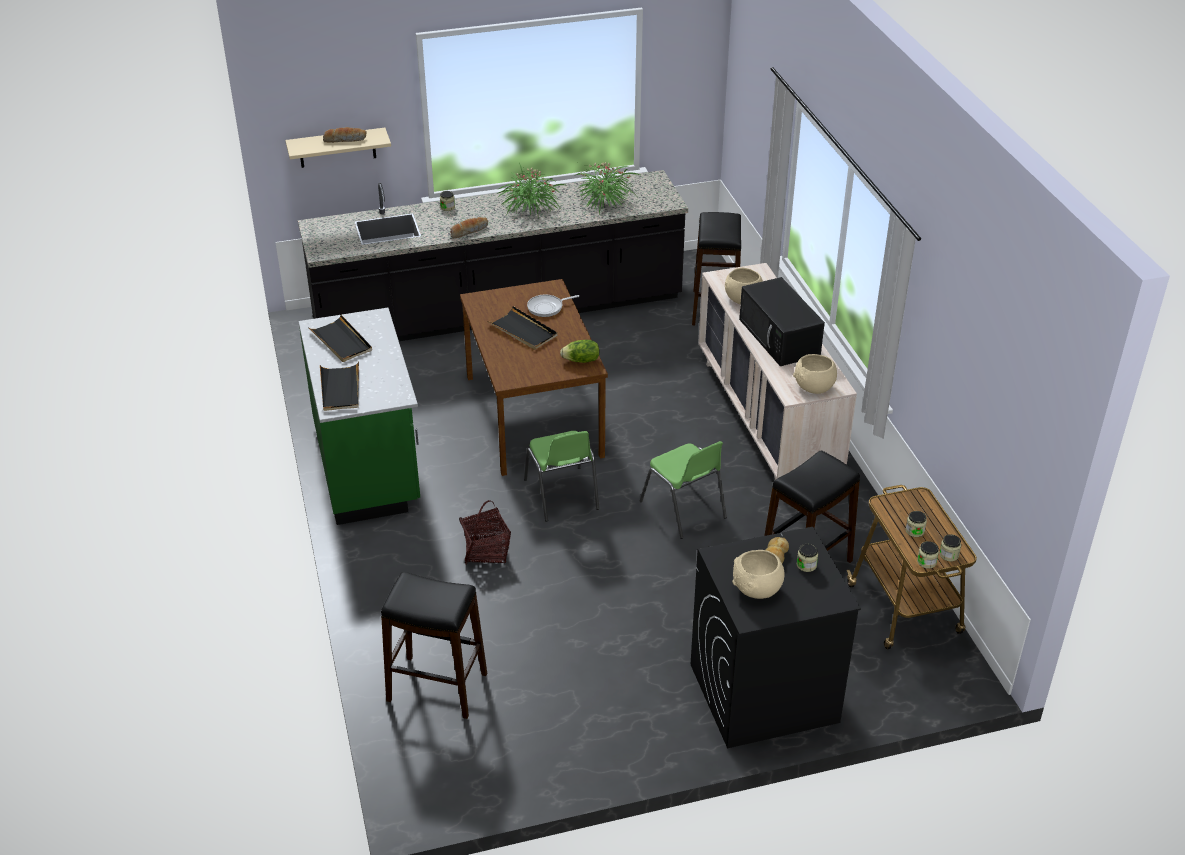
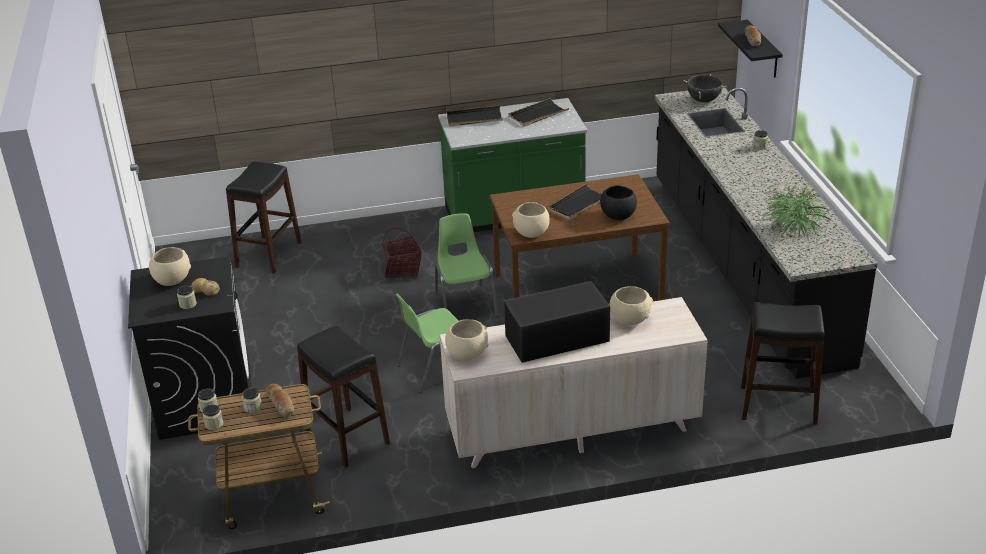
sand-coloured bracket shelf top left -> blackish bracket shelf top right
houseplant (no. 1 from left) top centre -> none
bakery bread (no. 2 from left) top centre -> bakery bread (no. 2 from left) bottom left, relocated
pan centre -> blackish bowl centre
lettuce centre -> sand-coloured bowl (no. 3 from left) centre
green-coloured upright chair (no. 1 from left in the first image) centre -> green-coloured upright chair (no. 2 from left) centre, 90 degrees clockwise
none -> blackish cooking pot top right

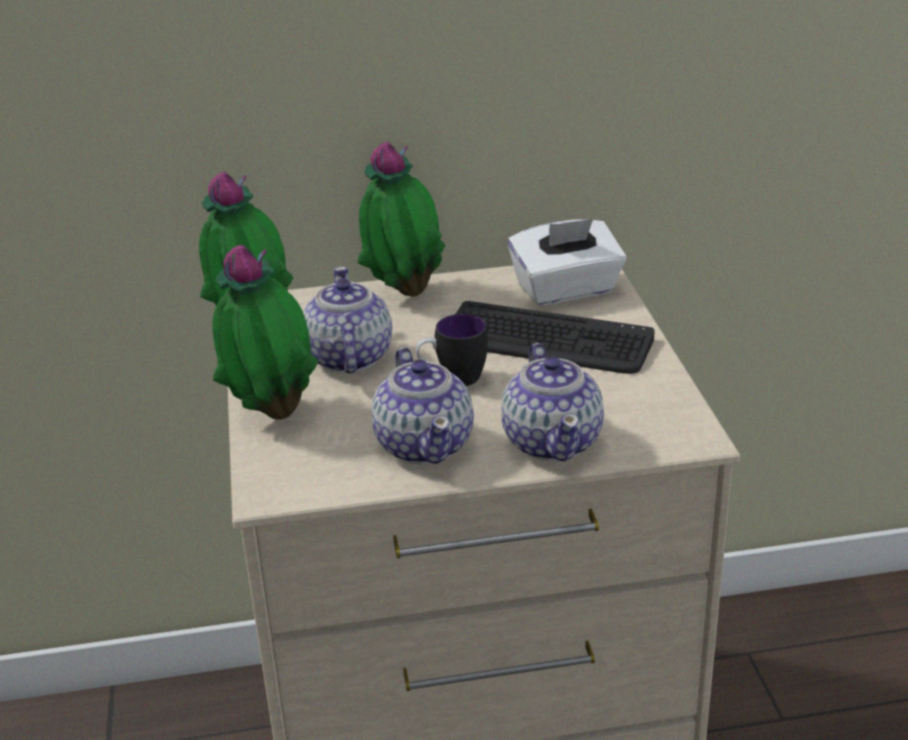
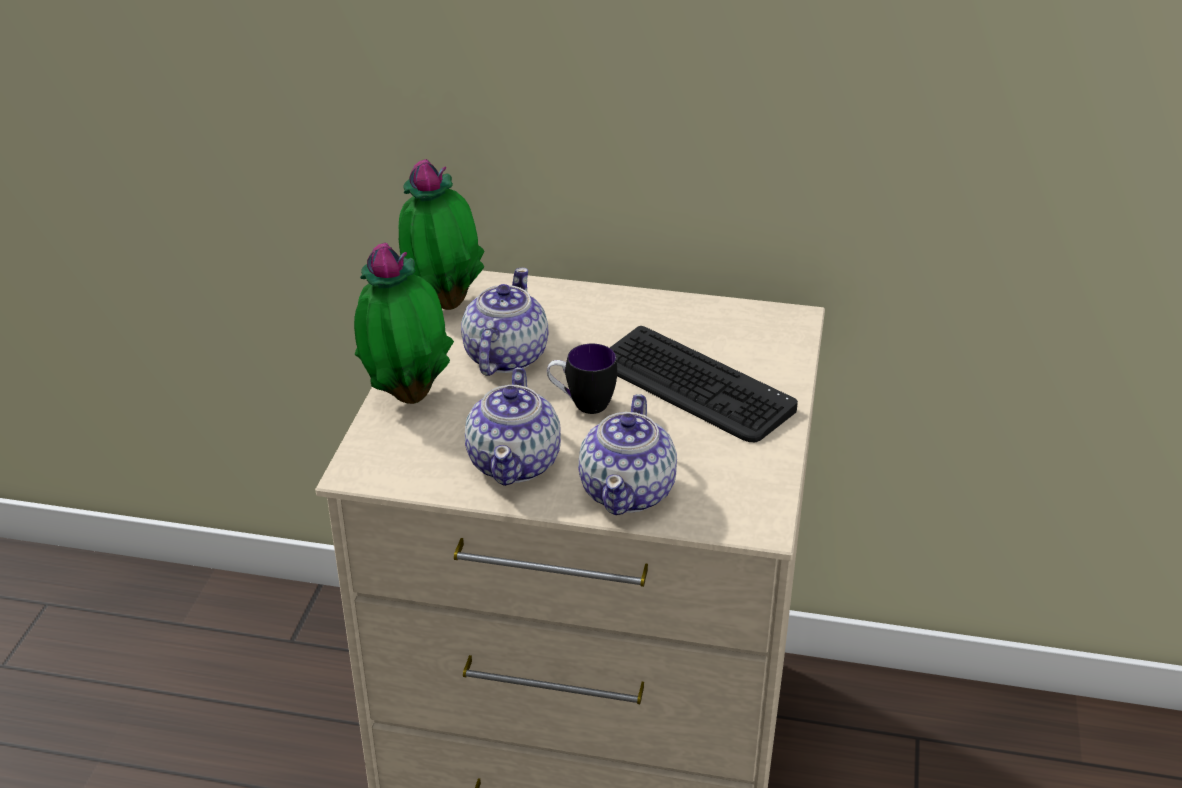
houseplant (no. 3 from left) top centre -> none
whitish tissue box centre -> none

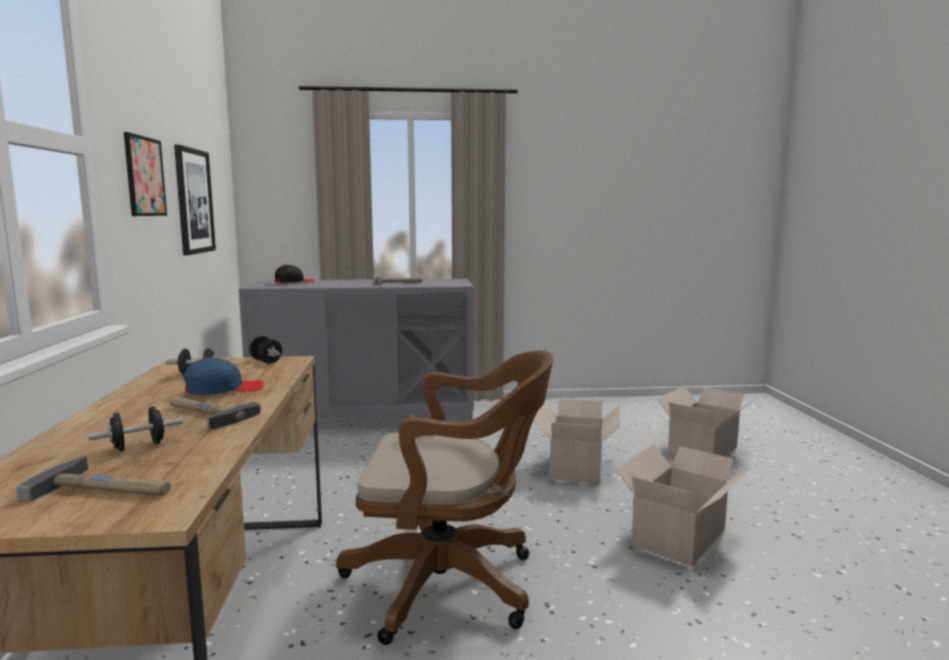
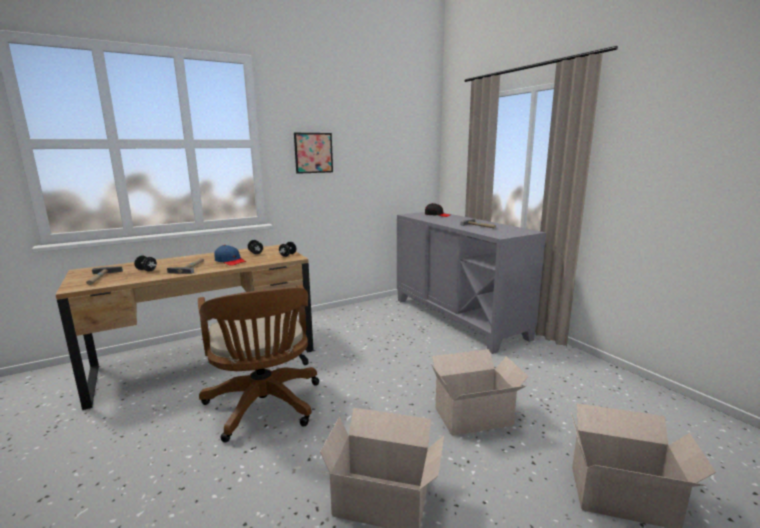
wall art (no. 2 from left) top left -> none

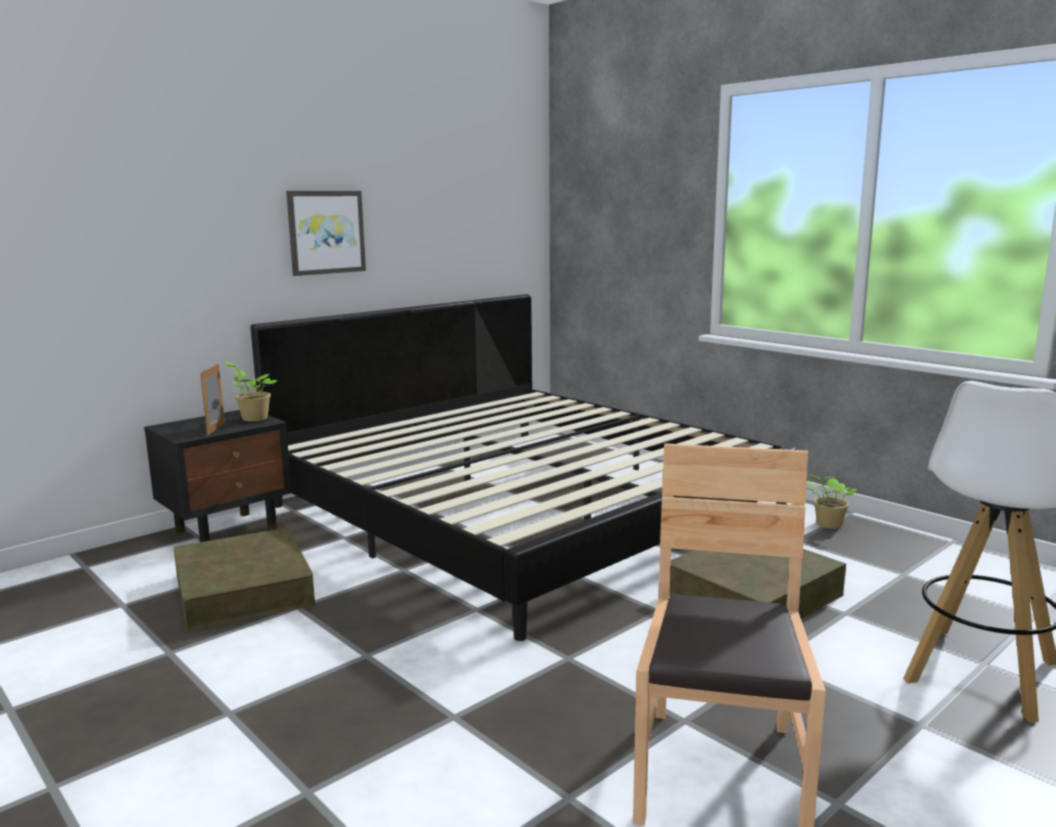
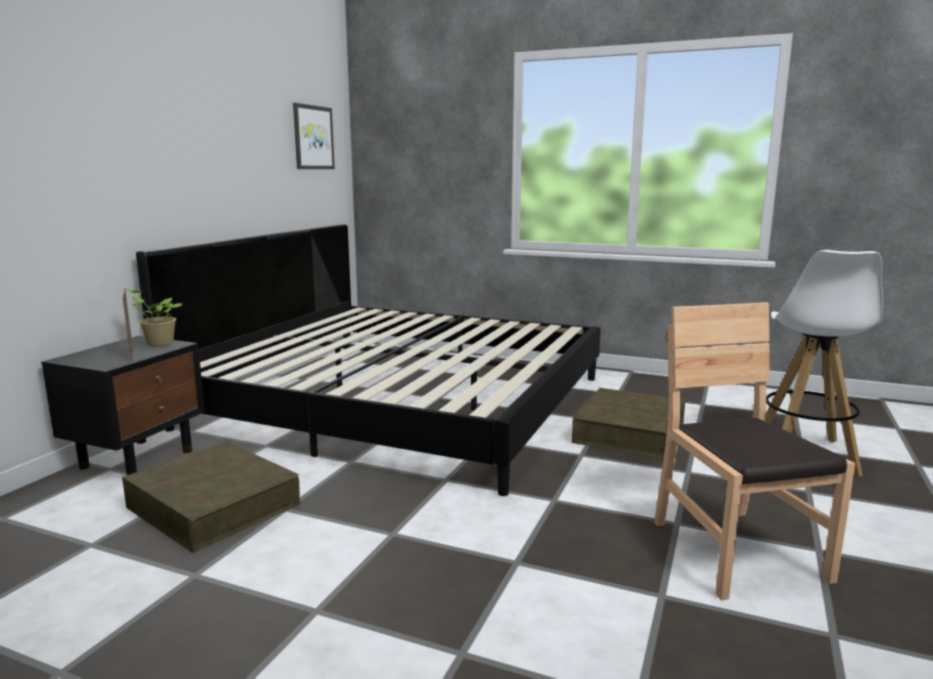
wall art top left -> wall art top centre, relocated
houseplant (no. 2 from left) middle right -> none

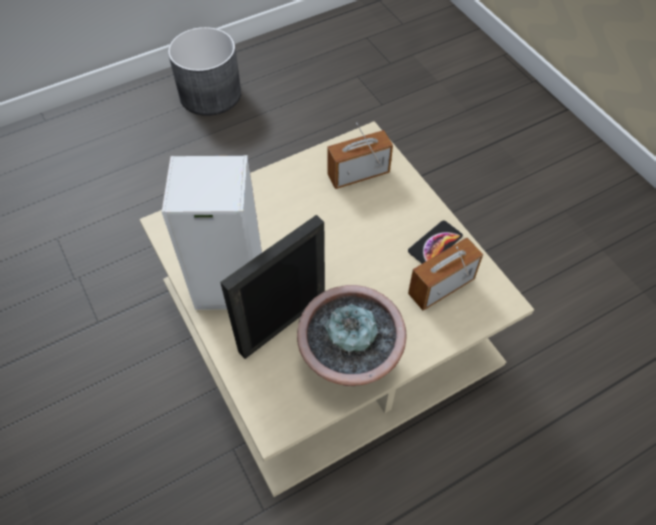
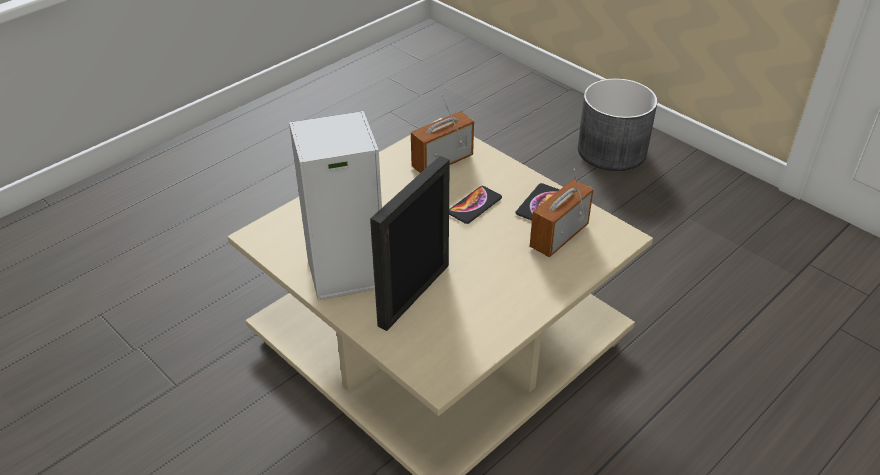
greyish planter top left -> greyish planter top right, relocated
houseplant centre -> none
none -> phone (no. 1 from left) centre

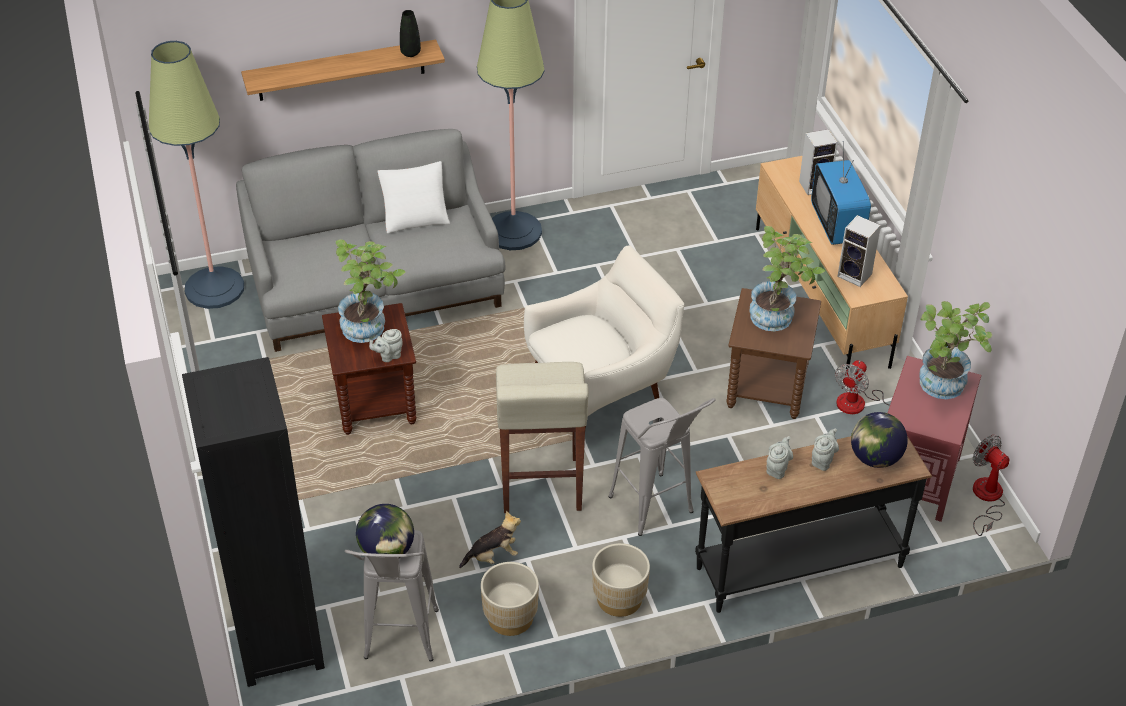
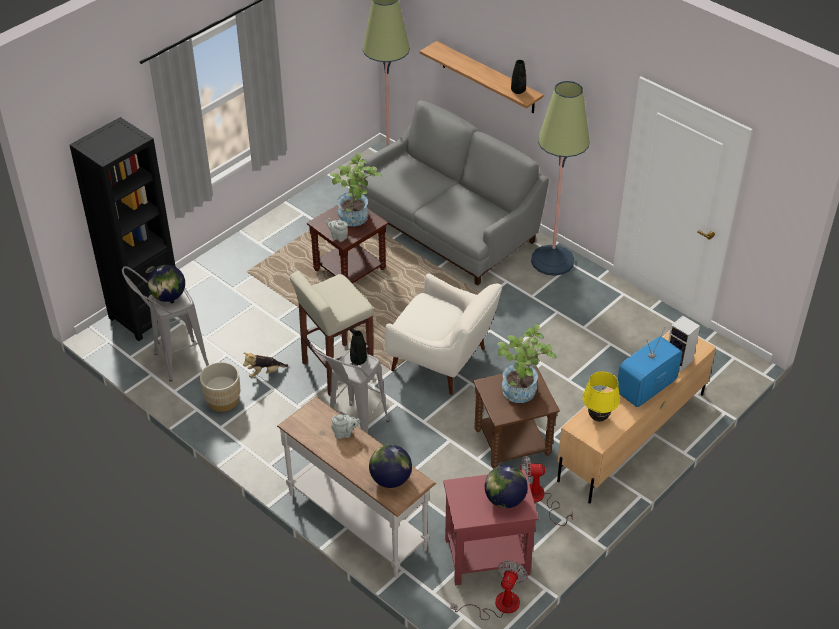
whitish throw pillow top centre -> none
speaker (no. 2 from left) middle right -> yellow-coloured table lamp middle right
houseplant (no. 3 from left) middle right -> globe (no. 3 from left) bottom centre
greyish tea pot (no. 3 from left) middle right -> none
blackish narrow table bottom right -> whitish narrow table bottom centre
plush toy bottom centre -> plush toy middle left, 120 degrees clockwise
sand-coloured planter (no. 2 from left) bottom centre -> none
none -> blackish flower vase (no. 1 from left) centre

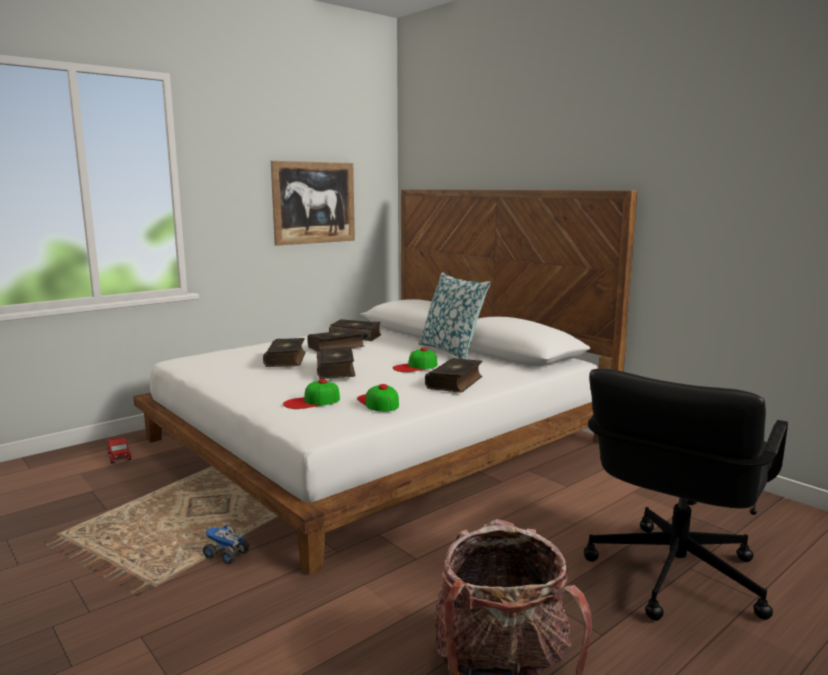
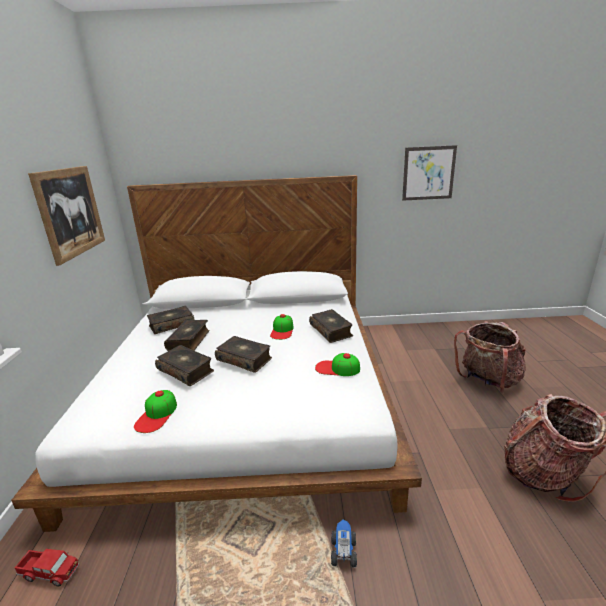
throw pillow centre -> none
blackish desk chair bottom right -> rucksack (no. 1 from left) middle right
peaked cap (no. 1 from left) centre -> peaked cap (no. 1 from left) bottom left, relocated
toy truck (no. 2 from left) bottom left -> toy truck (no. 2 from left) bottom centre, 120 degrees clockwise
none -> wall art (no. 2 from left) top right

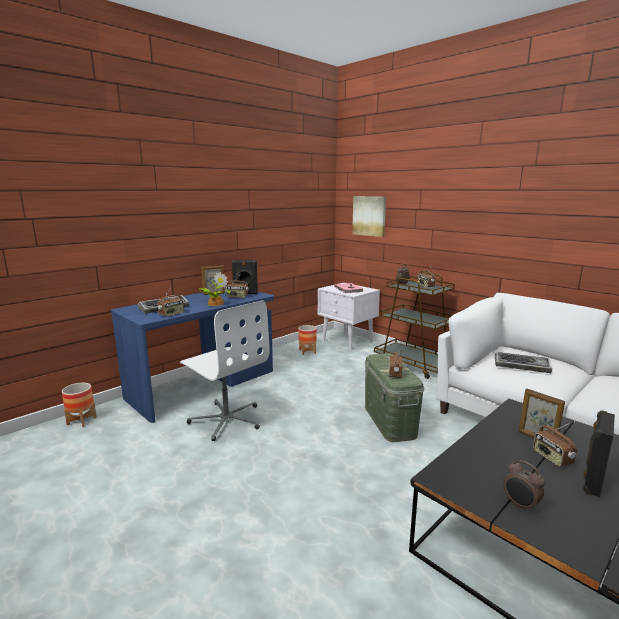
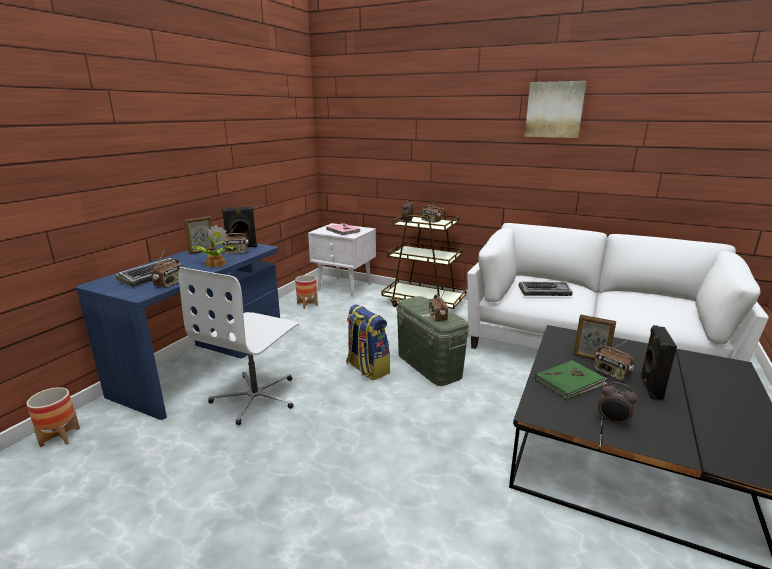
wall art centre -> wall art top right, relocated
whitish desk chair centre -> whitish desk chair middle left, 90 degrees clockwise
none -> rucksack centre
none -> green-coloured volume bottom right

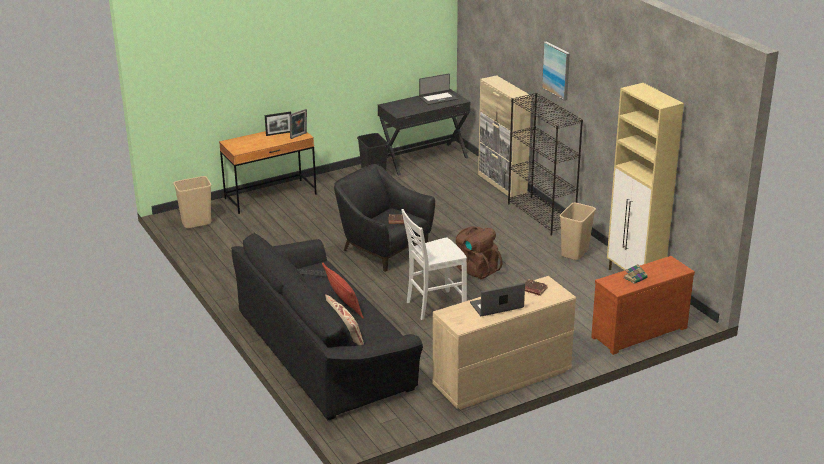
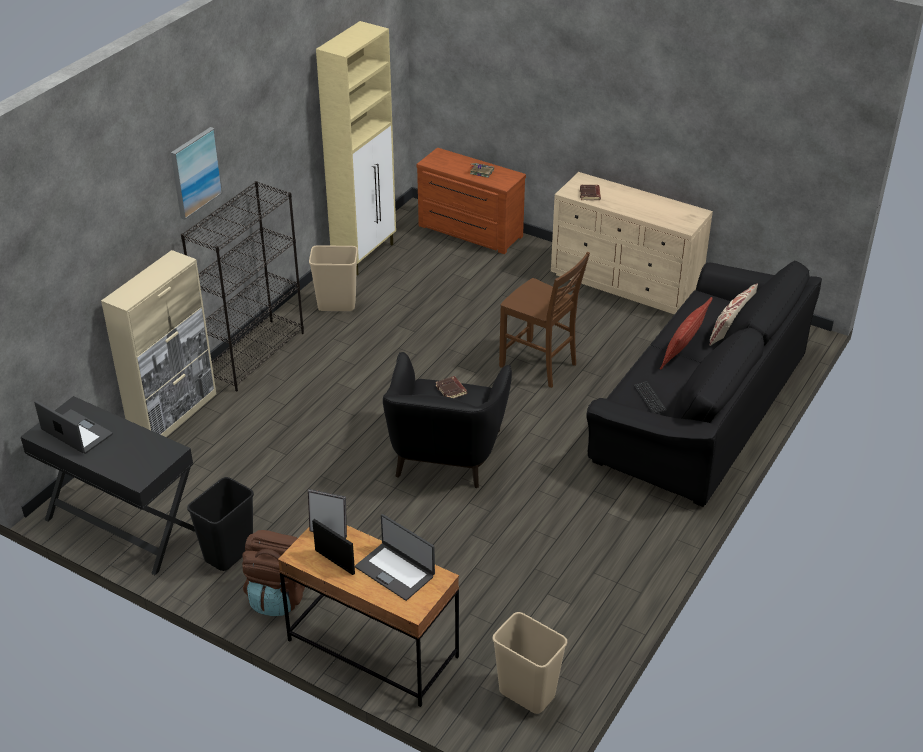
whitish upright chair centre -> brown-coloured upright chair centre
brown-coloured rucksack centre -> brown-coloured rucksack bottom left, relocated
portable computer (no. 2 from left) centre -> portable computer (no. 2 from left) bottom centre, relocated

